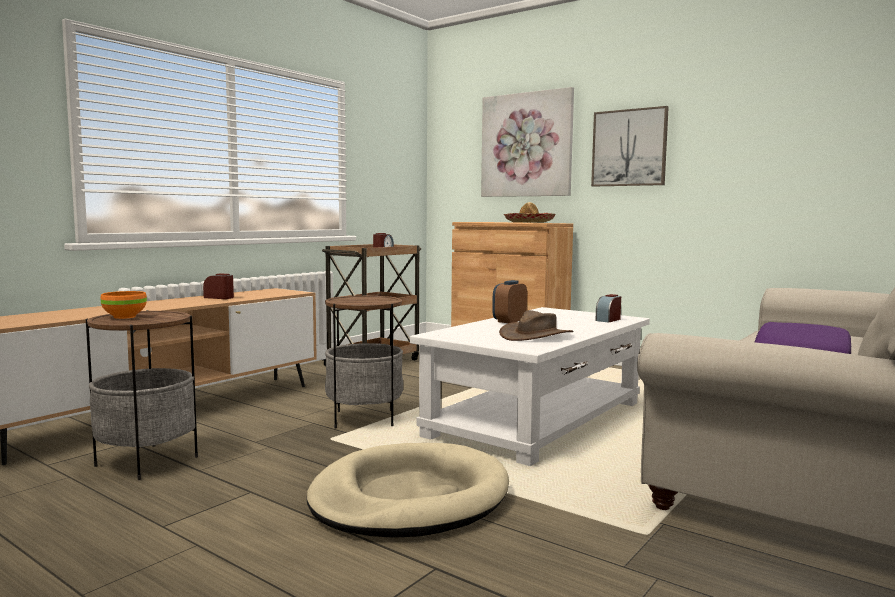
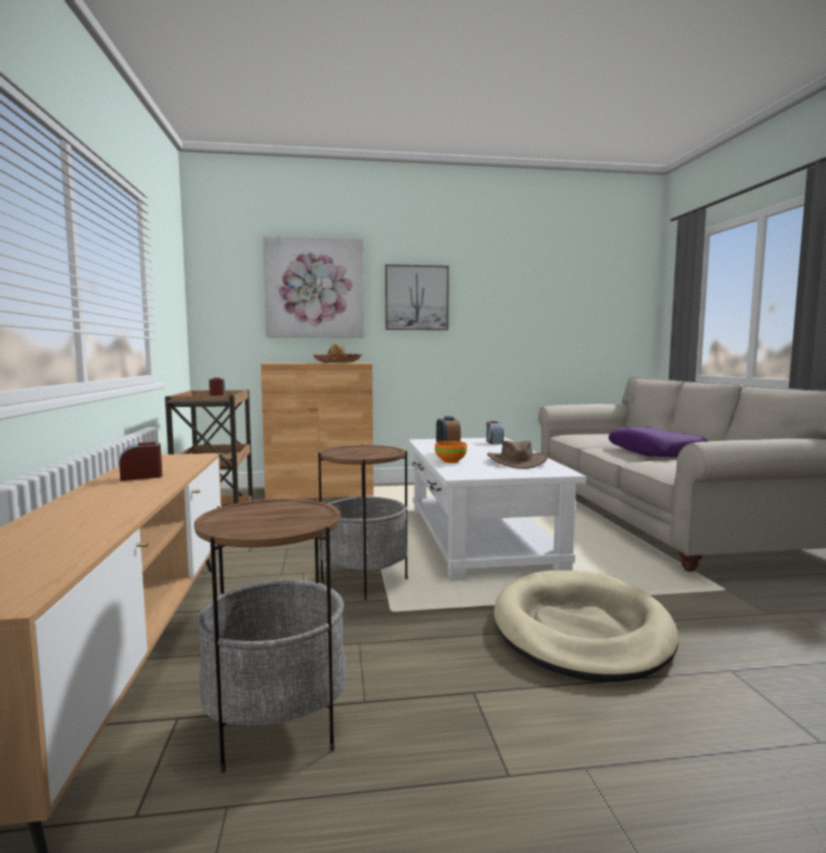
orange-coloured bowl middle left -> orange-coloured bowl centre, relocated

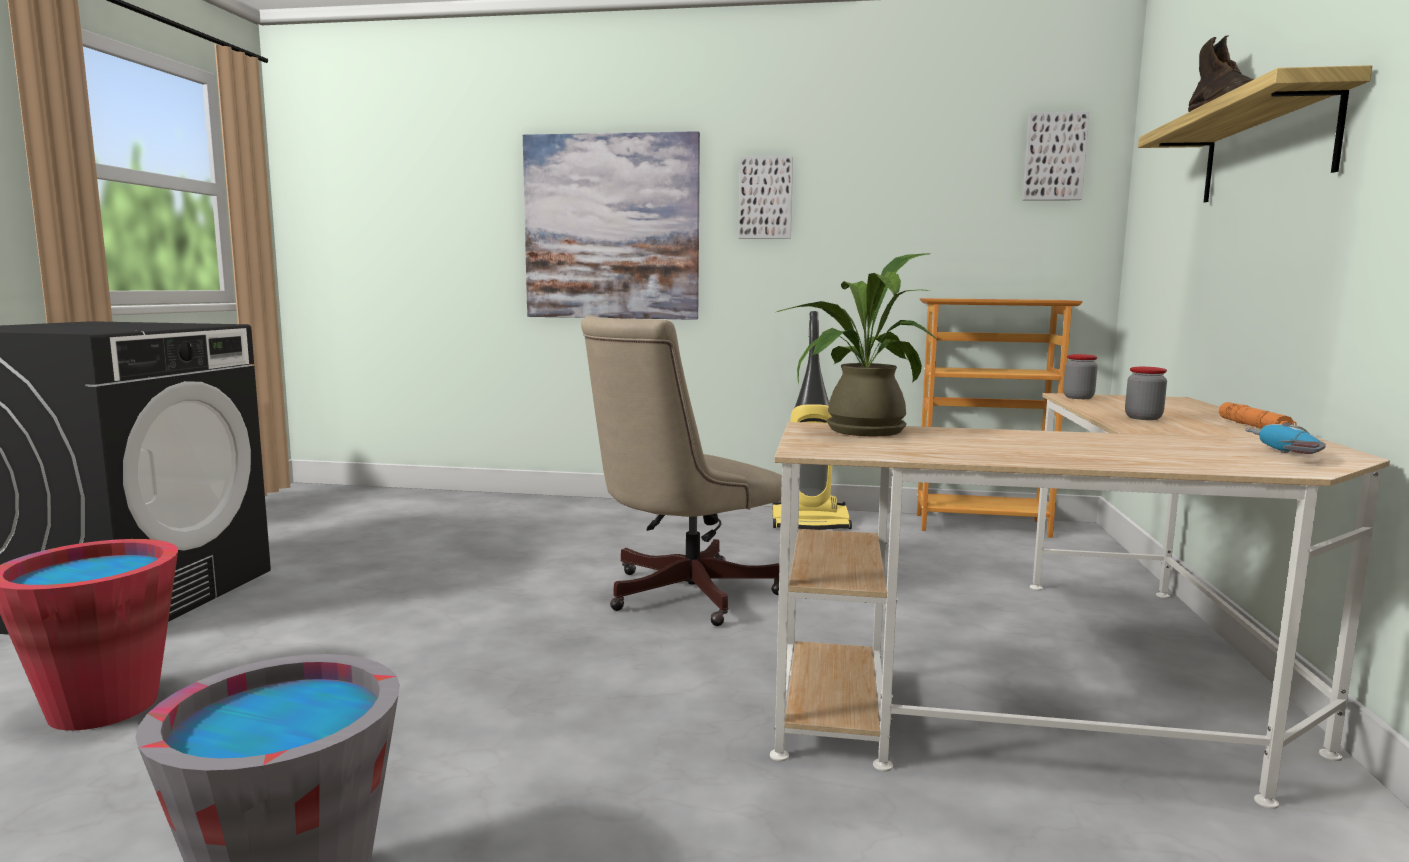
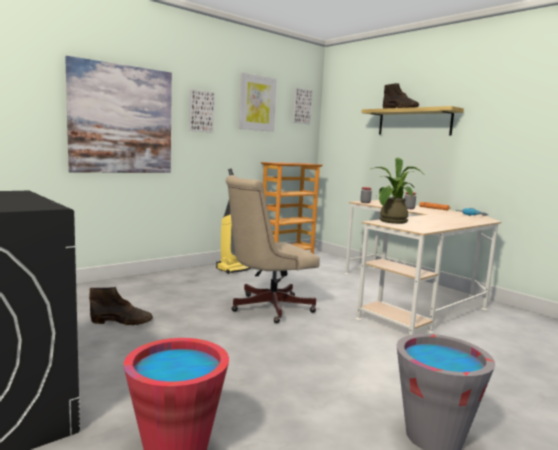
sand-coloured desk chair centre, 60 degrees clockwise
none -> wall art (no. 3 from left) top centre
none -> brown-coloured tall boot (no. 1 from left) bottom left

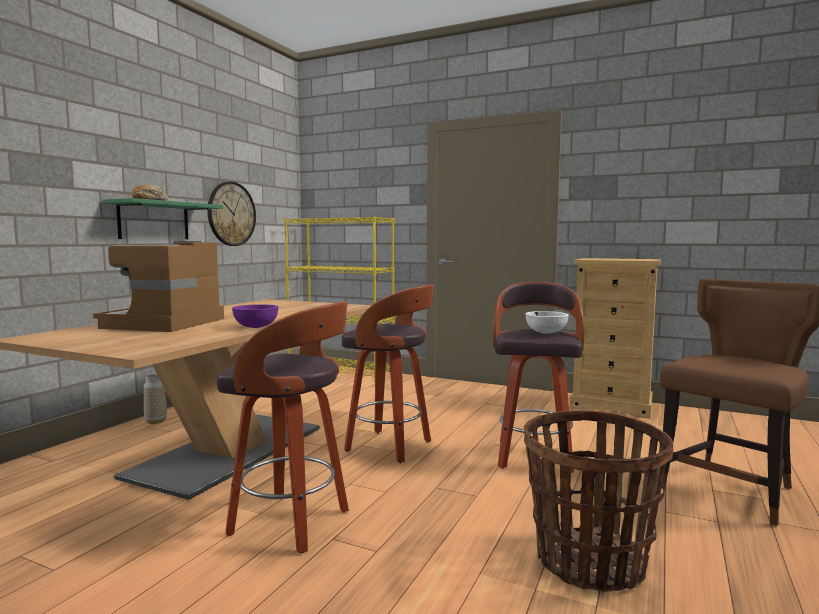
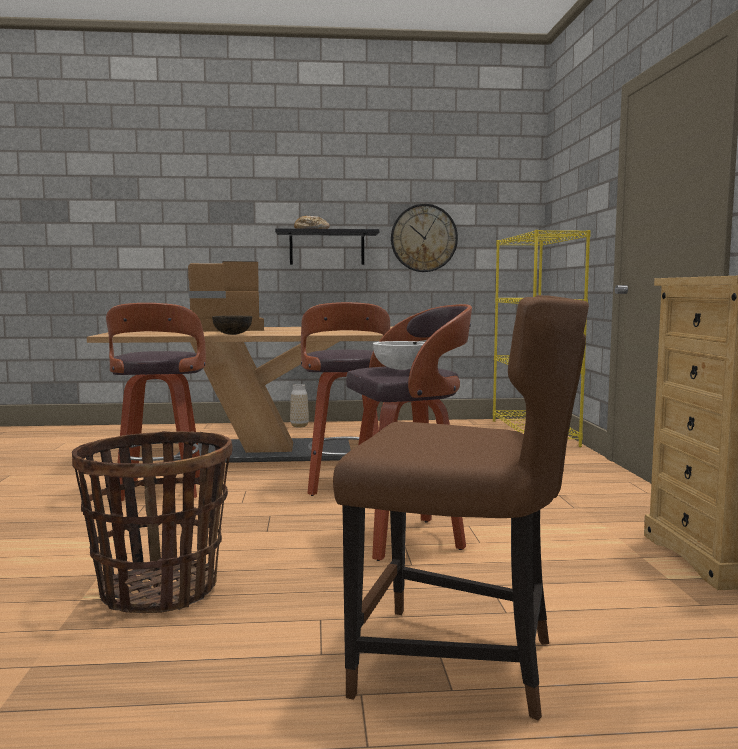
green-coloured bracket shelf middle left -> blackish bracket shelf top centre
purple-coloured bowl middle left -> brown-coloured bowl middle left

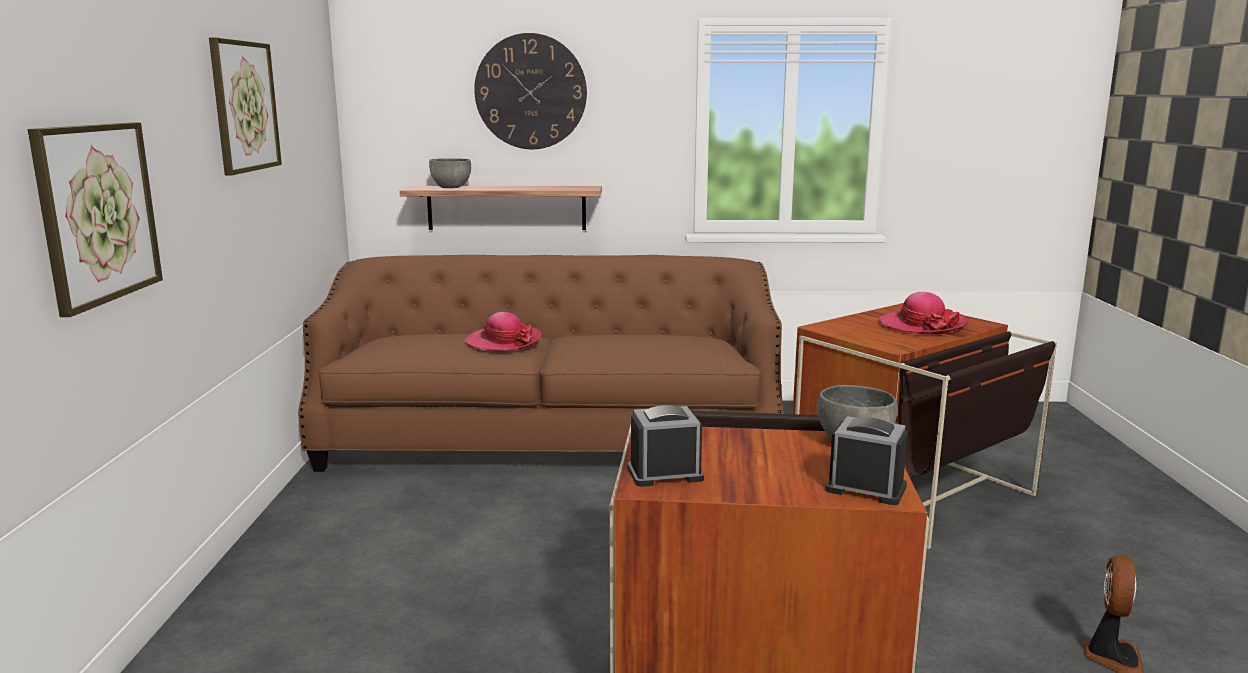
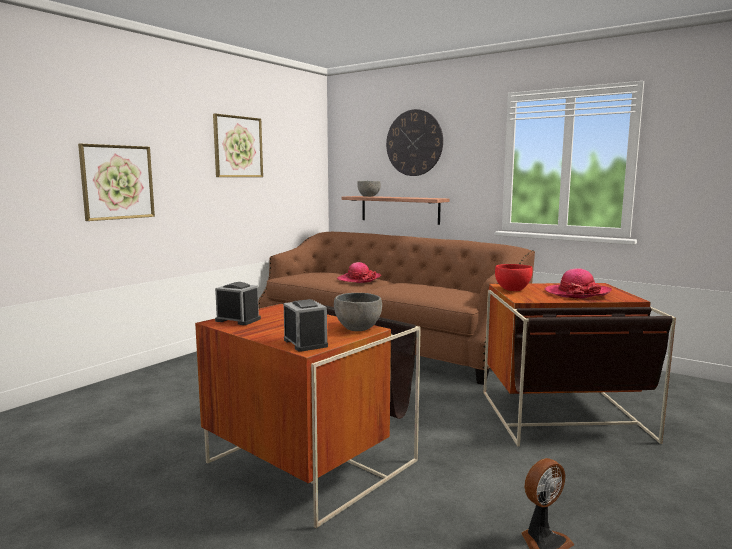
none -> reddish bowl middle right

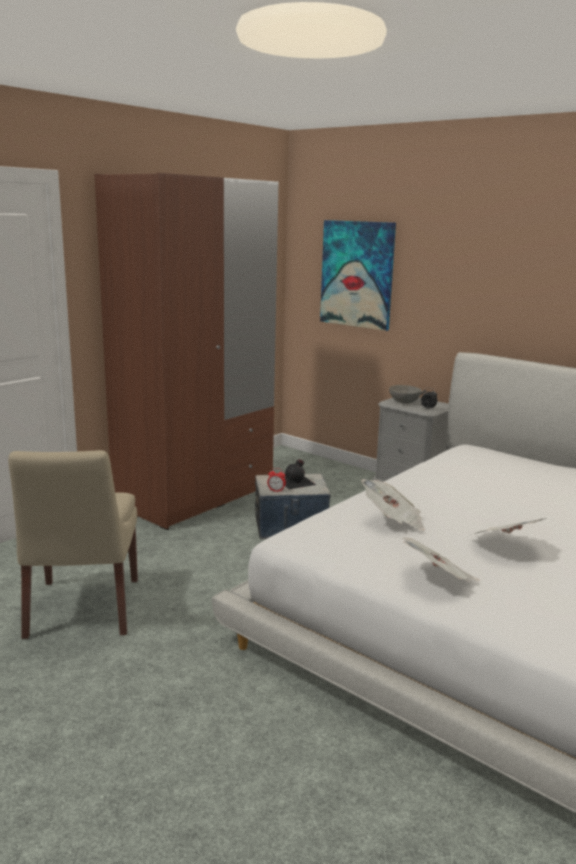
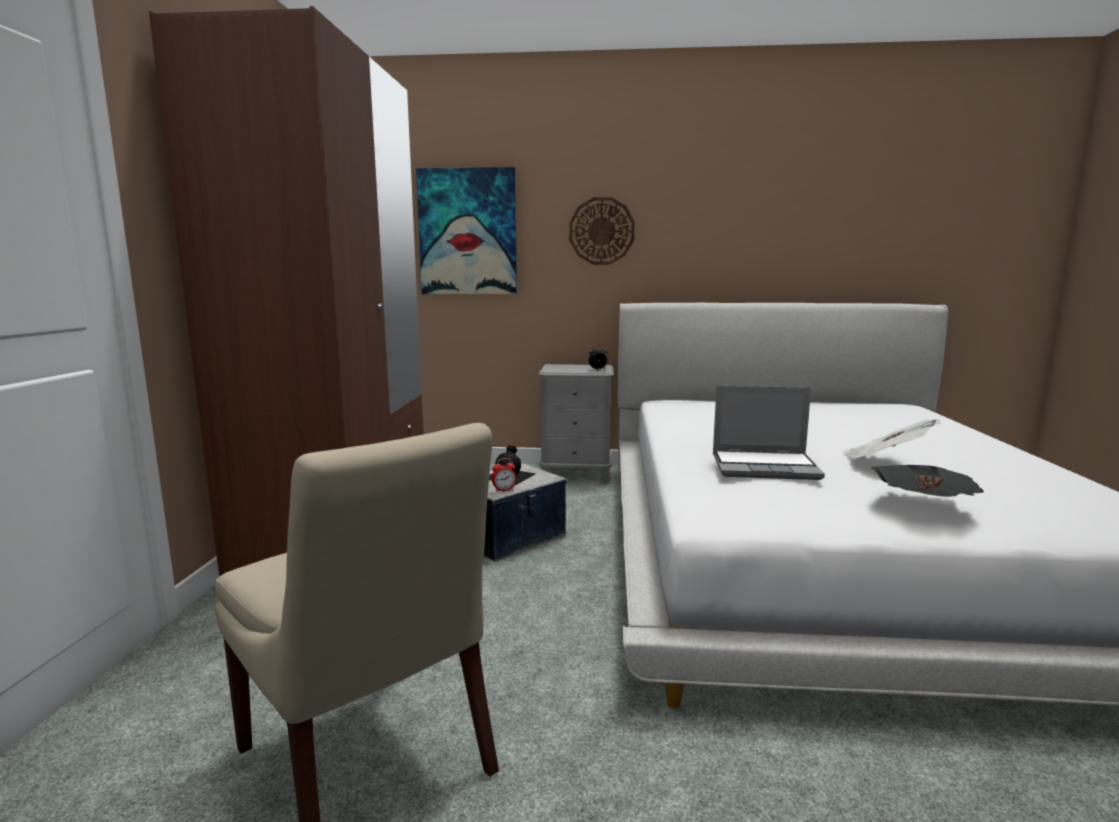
greyish bowl middle right -> none
newspaper (no. 1 from left) middle right -> portable computer middle right
none -> hanging clock top centre

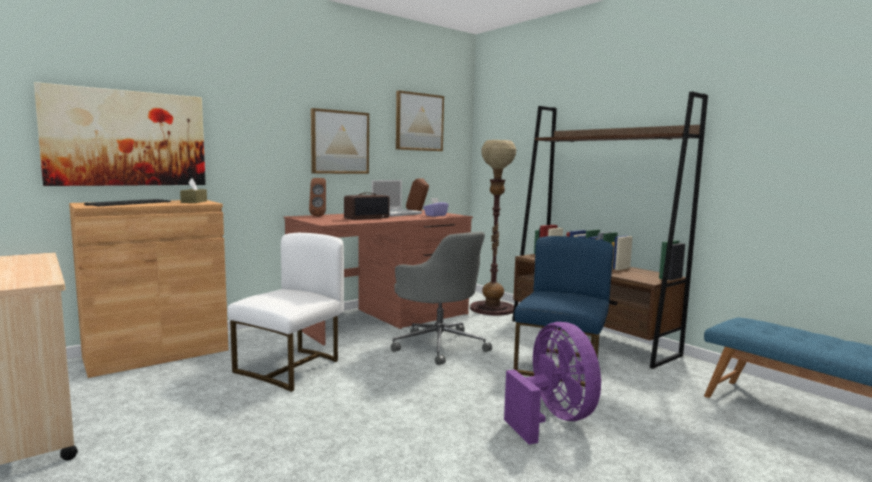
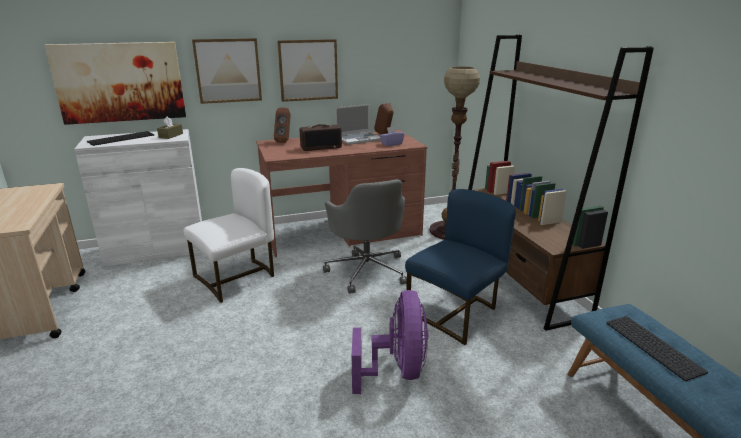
wall art (no. 3 from left in the first image) top centre -> wall art (no. 2 from left) top left, relocated
brown-coloured storage cabinet middle left -> whitish storage cabinet middle left
none -> computer keyboard (no. 2 from left) bottom right

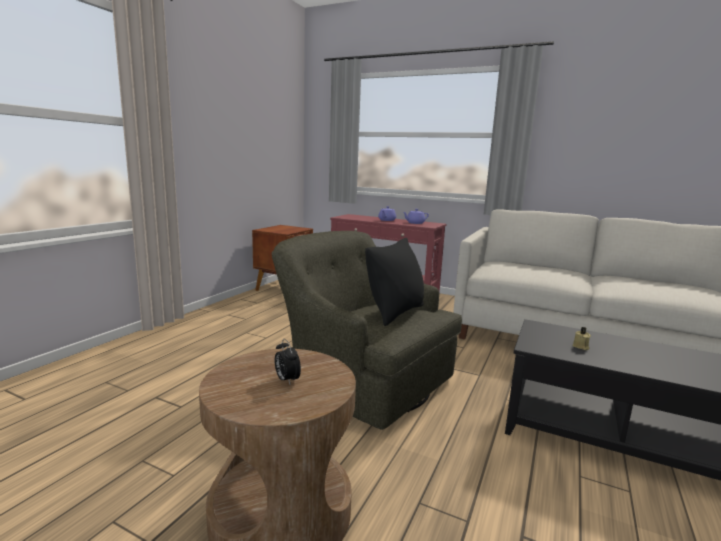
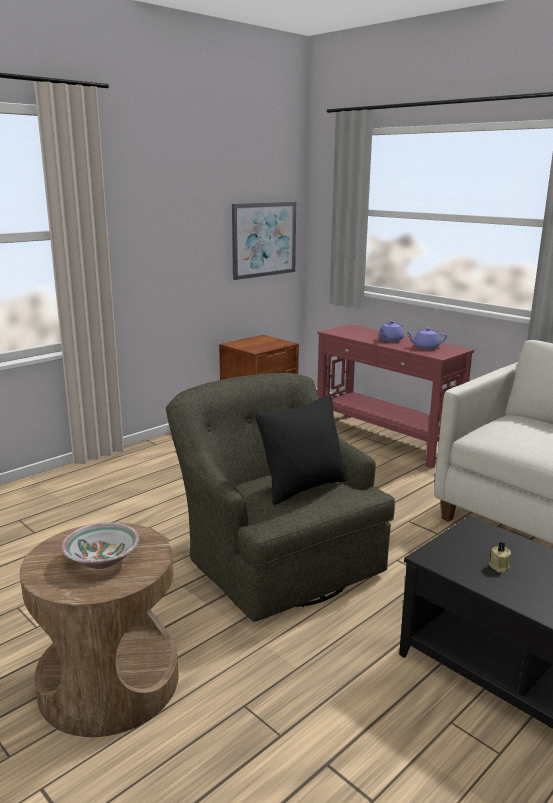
bedside clock bottom centre -> bowl bottom left
none -> wall art top centre

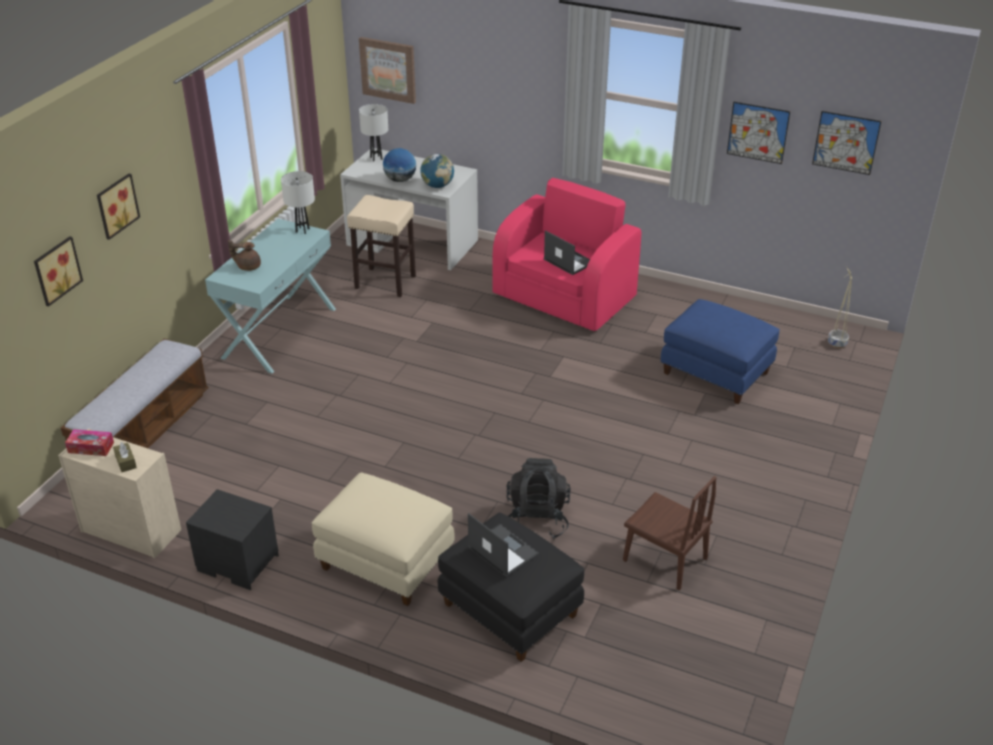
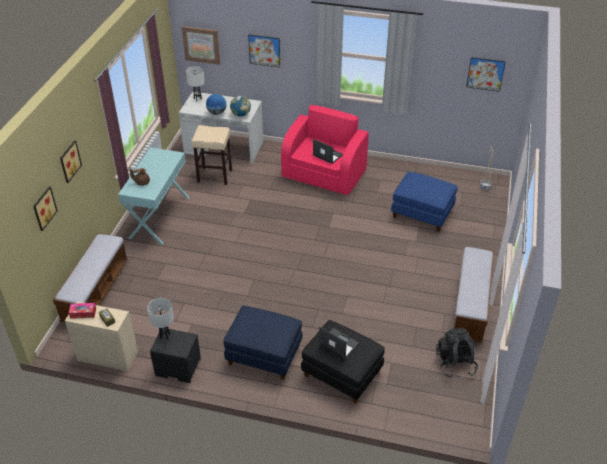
wall art (no. 4 from left) top right -> wall art (no. 4 from left) top centre, relocated
whitish table lamp (no. 1 from left) top left -> whitish table lamp (no. 1 from left) bottom left, relocated
blackish rucksack bottom centre -> blackish rucksack bottom right, relocated
sand-coloured pouffe bottom centre -> bluish pouffe (no. 1 from left) bottom centre
brown-coloured upright chair bottom right -> none
none -> long seat (no. 2 from left) middle right

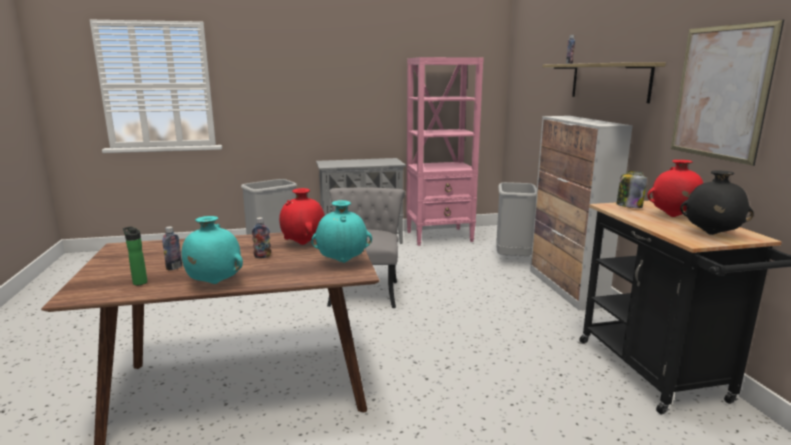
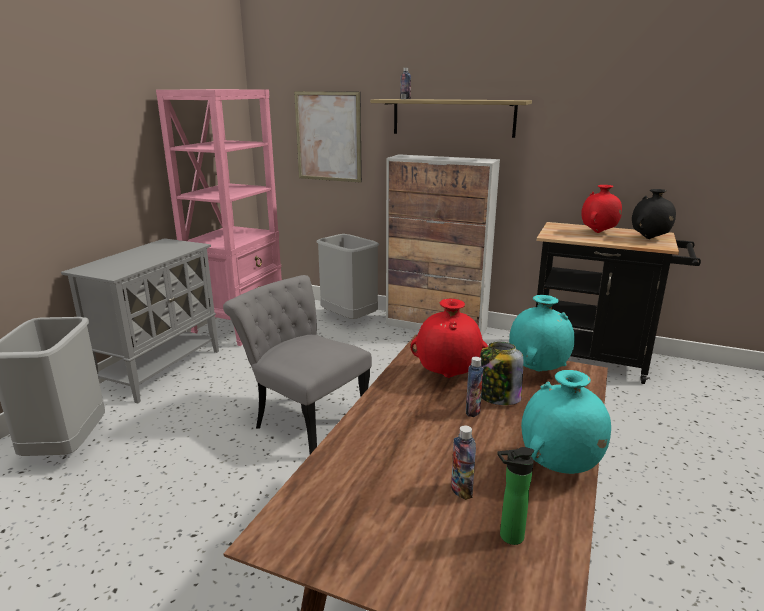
wall art top right -> wall art top centre, relocated
preserve jar middle right -> preserve jar centre, relocated

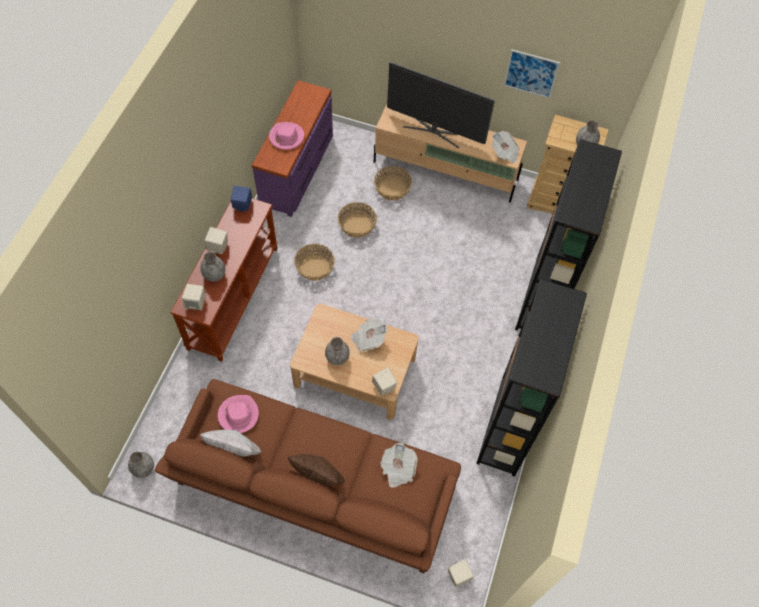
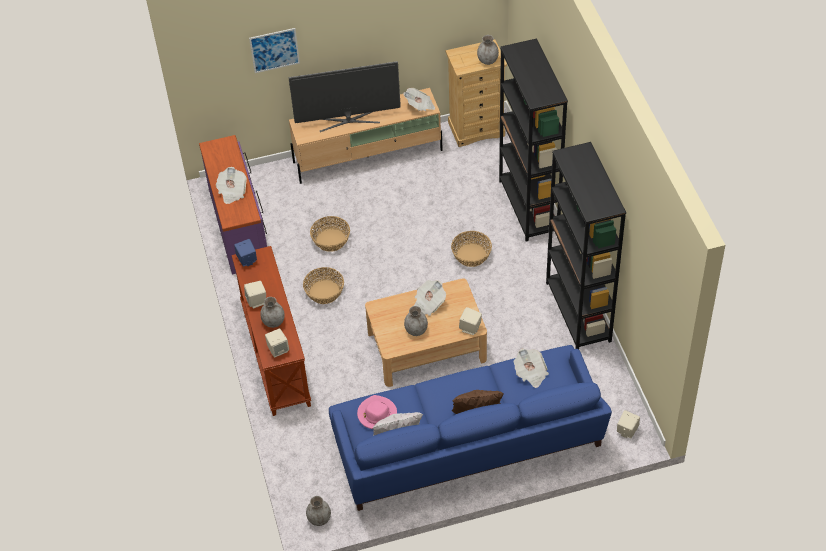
wall art top right -> wall art top left, relocated
pink clothing hat (no. 2 from left) top centre -> newspaper (no. 1 from left) middle left
storage basket (no. 3 from left) top centre -> storage basket (no. 3 from left) centre, relocated
brown-coloured sofa bottom centre -> bluish sofa bottom centre

